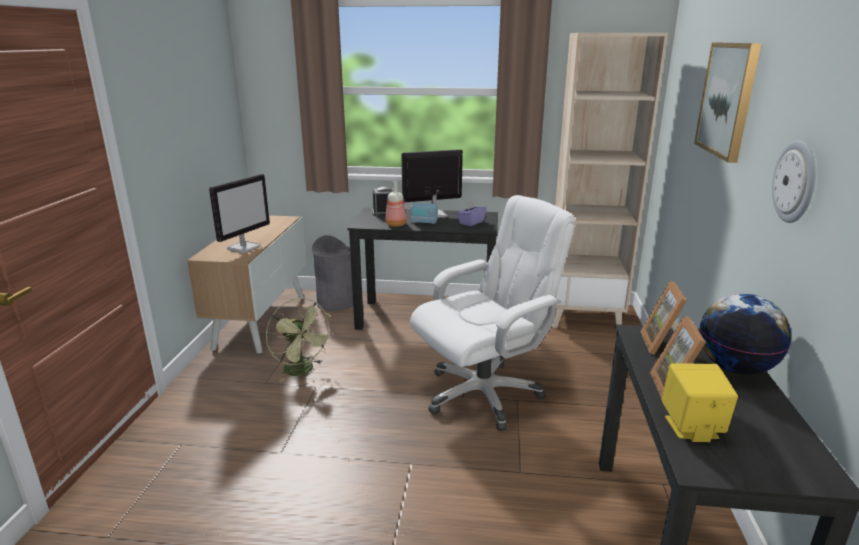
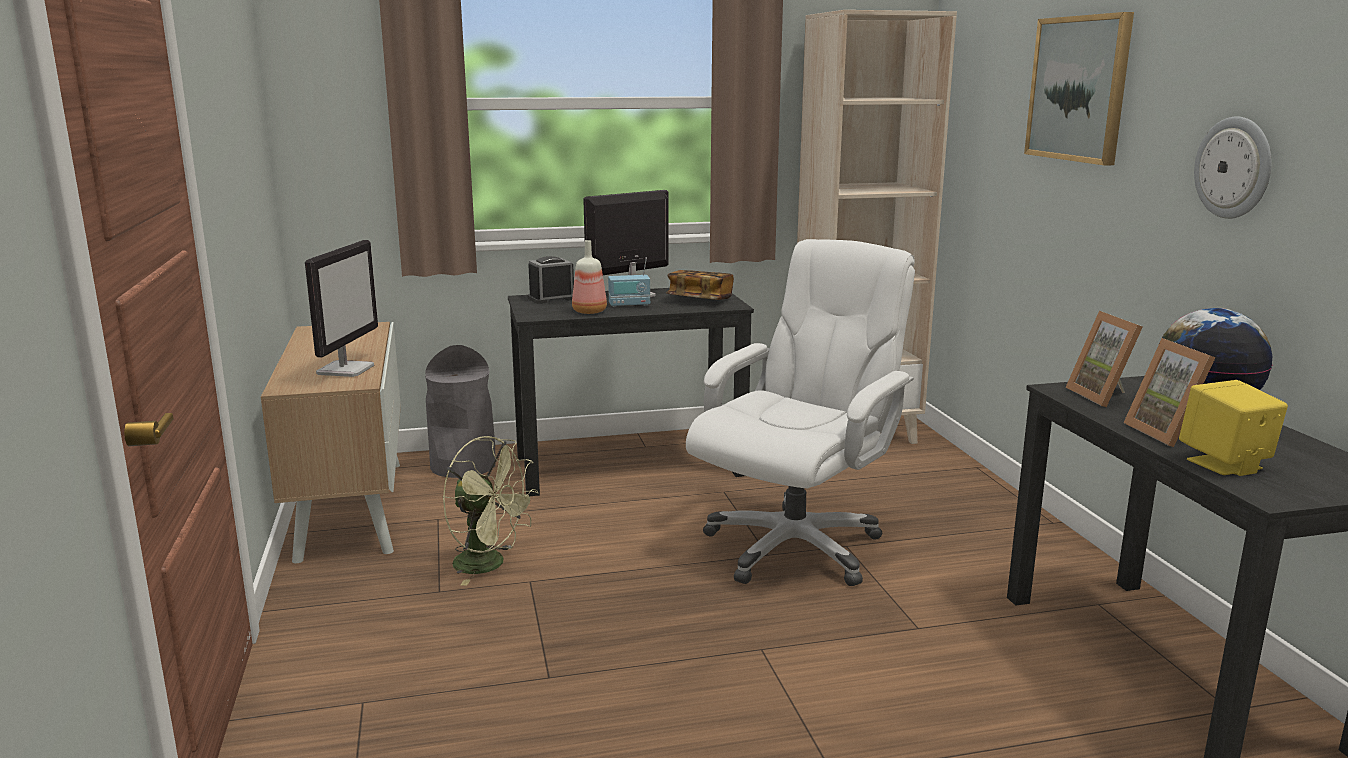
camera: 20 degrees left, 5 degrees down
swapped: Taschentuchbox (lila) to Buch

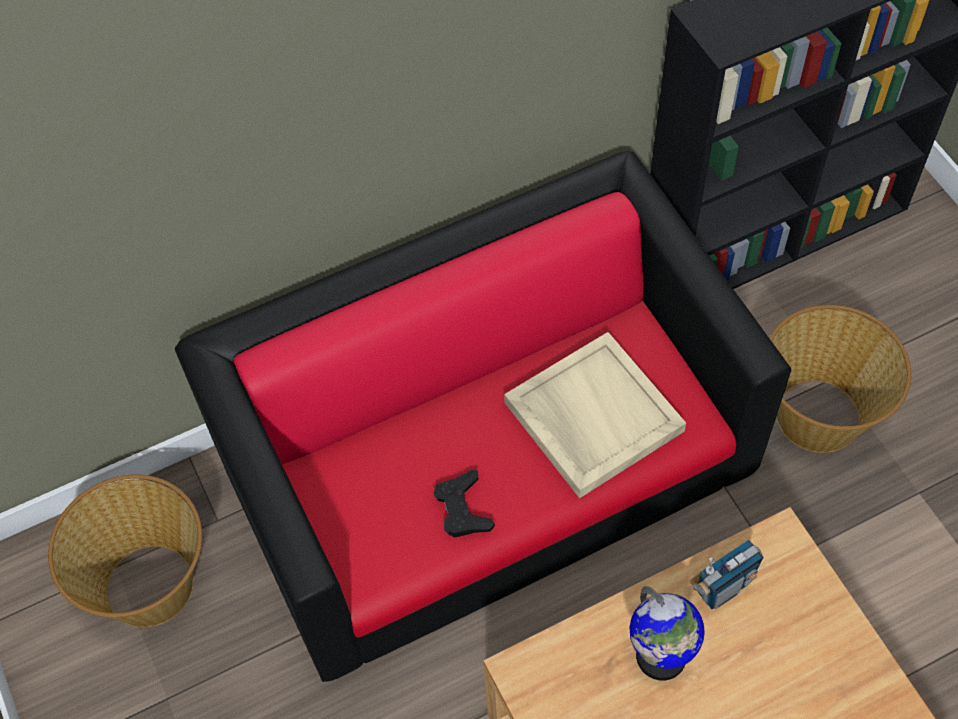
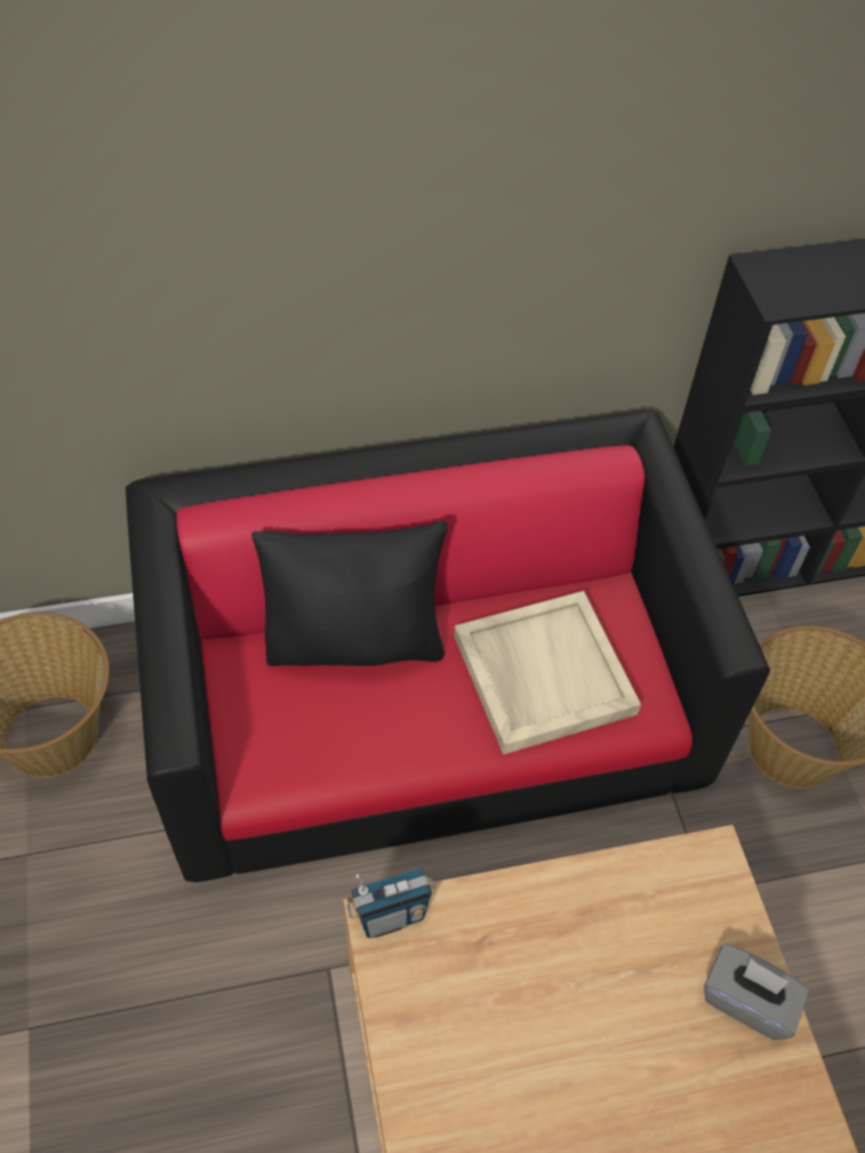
camera: 10 degrees right, 5 degrees down
gone: Gamepad (schwarz); Globus
new: Kissen (schwarz); Taschentuchbox (grau)
shifted: Radio

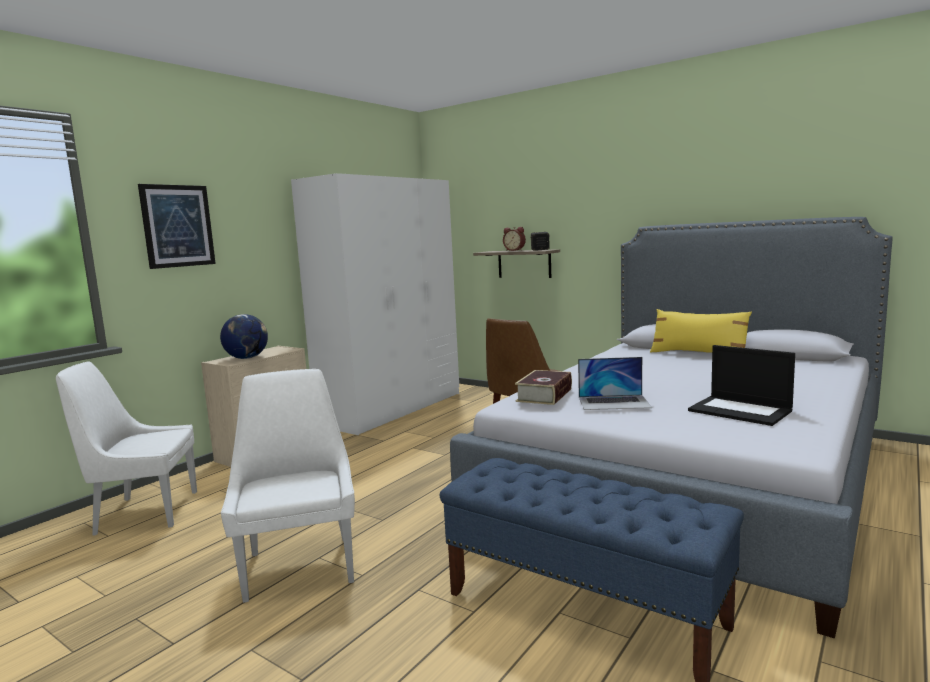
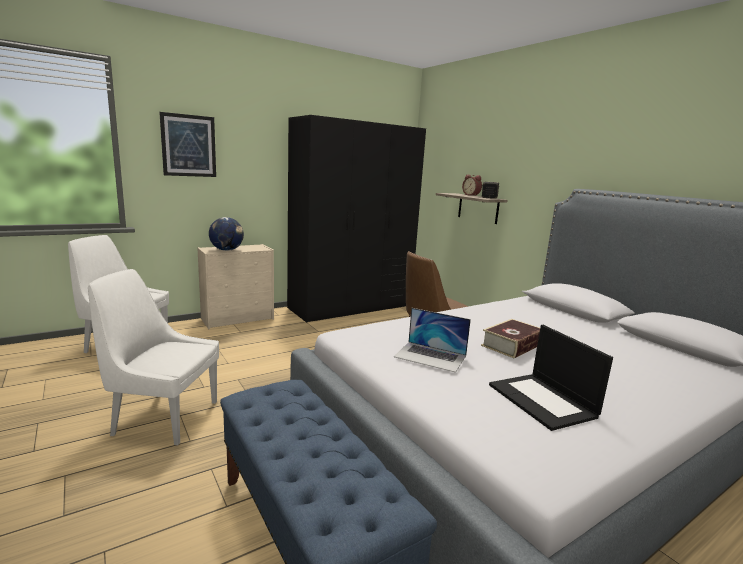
camera: 20 degrees right, 5 degrees up
gone: Kissen (gelb)
shifted: Buch
repainted: Kleiderschrank (weiß) to Kleiderschrank (schwarz)
rotated: Stuhl (weiß) (no. 2 from left) 90 degrees counterclockwise

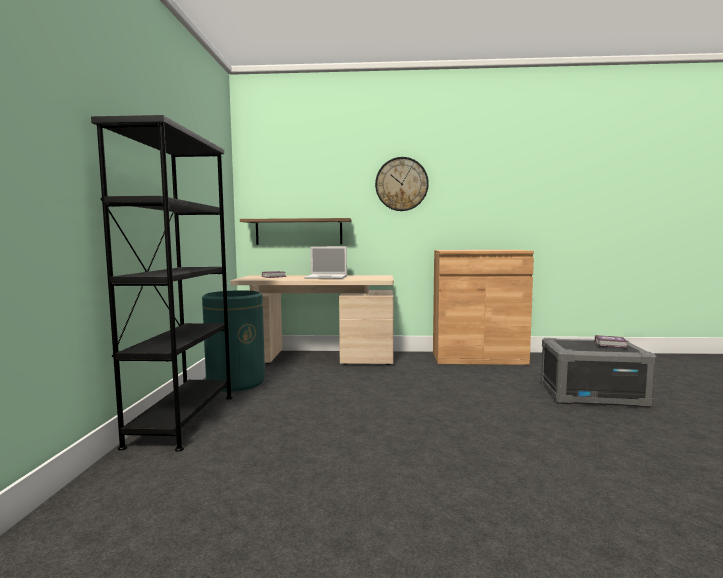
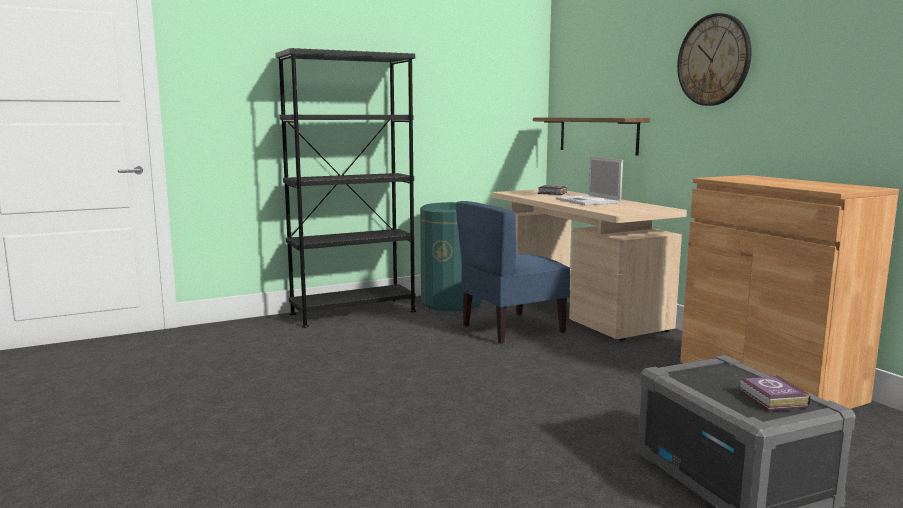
camera: 60 degrees right, 5 degrees up
new: Stuhl (blau)

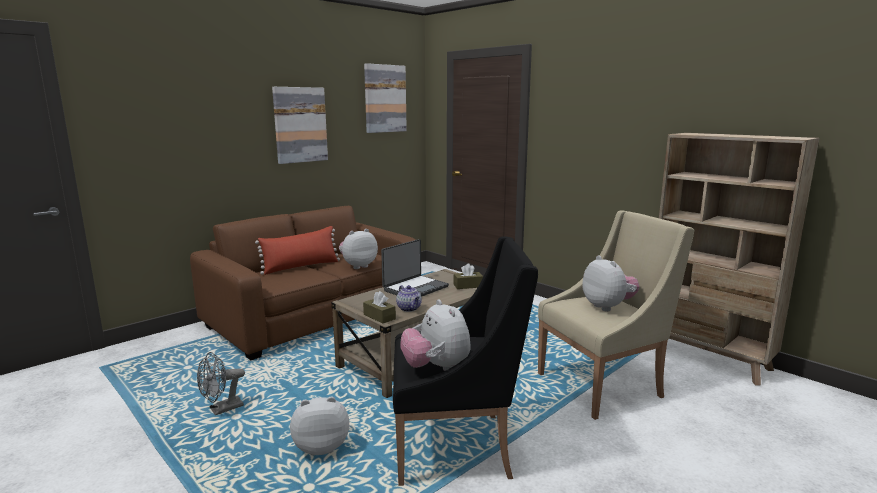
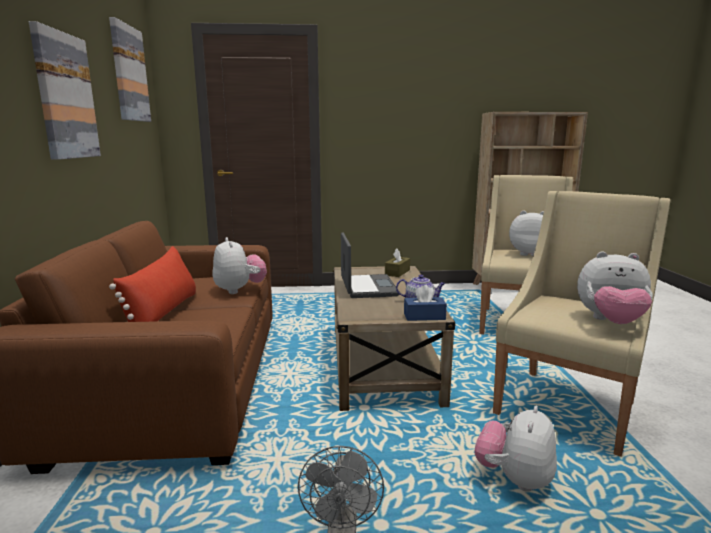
camera: 50 degrees left, 0 degrees up
repainted: Sessel (schwarz) to Sessel (beige) (no. 2 from left); Taschentuchbox (braun) (no. 1 from left) to Taschentuchbox (blau)
rotated: Plüschtier (no. 2 from left in the first image) 150 degrees clockwise

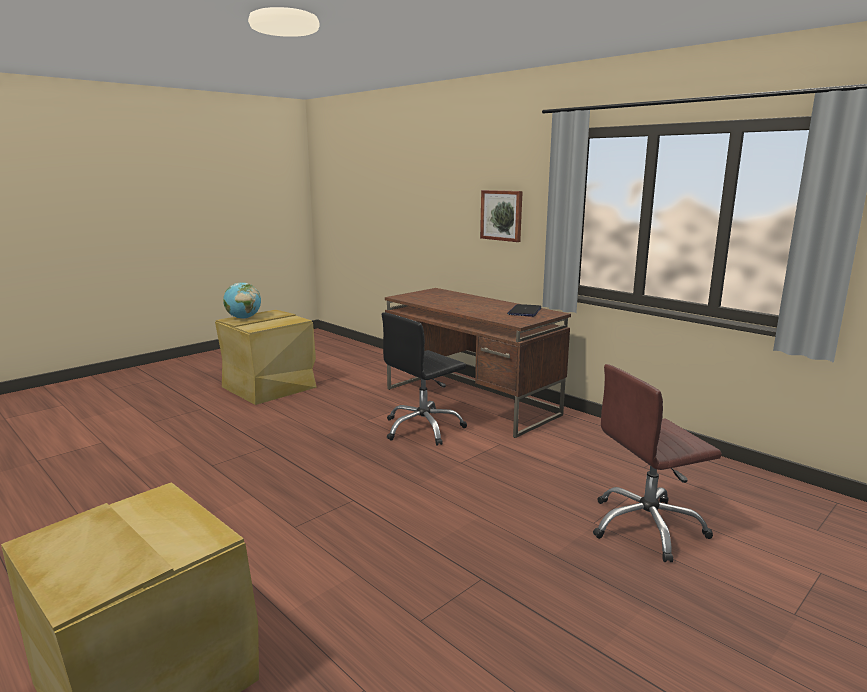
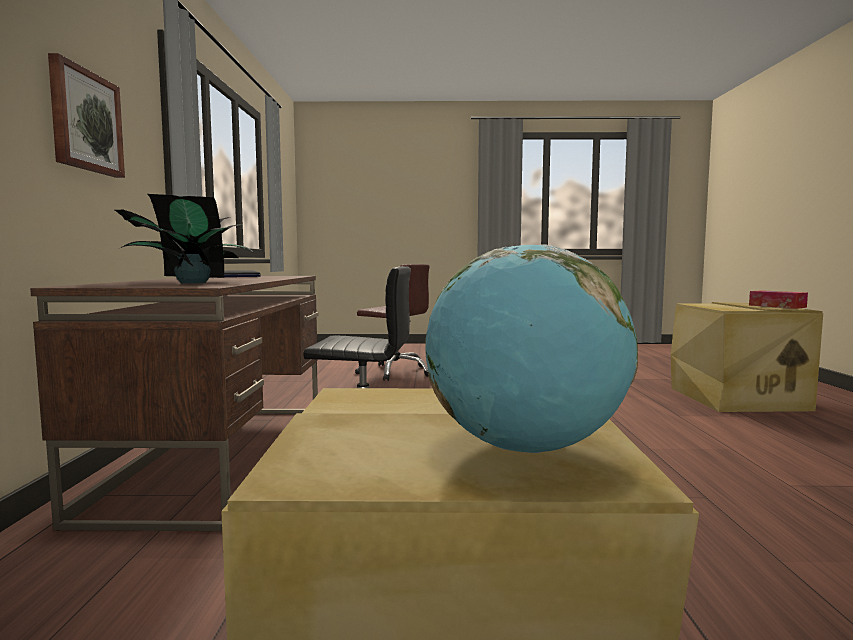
camera: 135 degrees left, 10 degrees down
new: Topfpflanze; Taschentuchbox

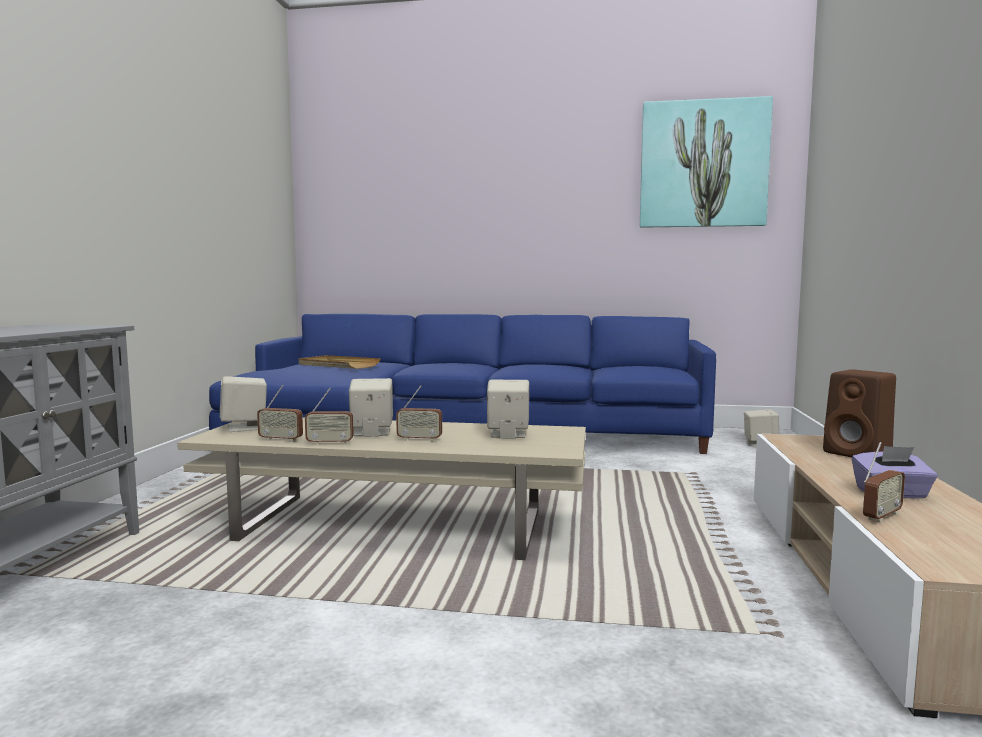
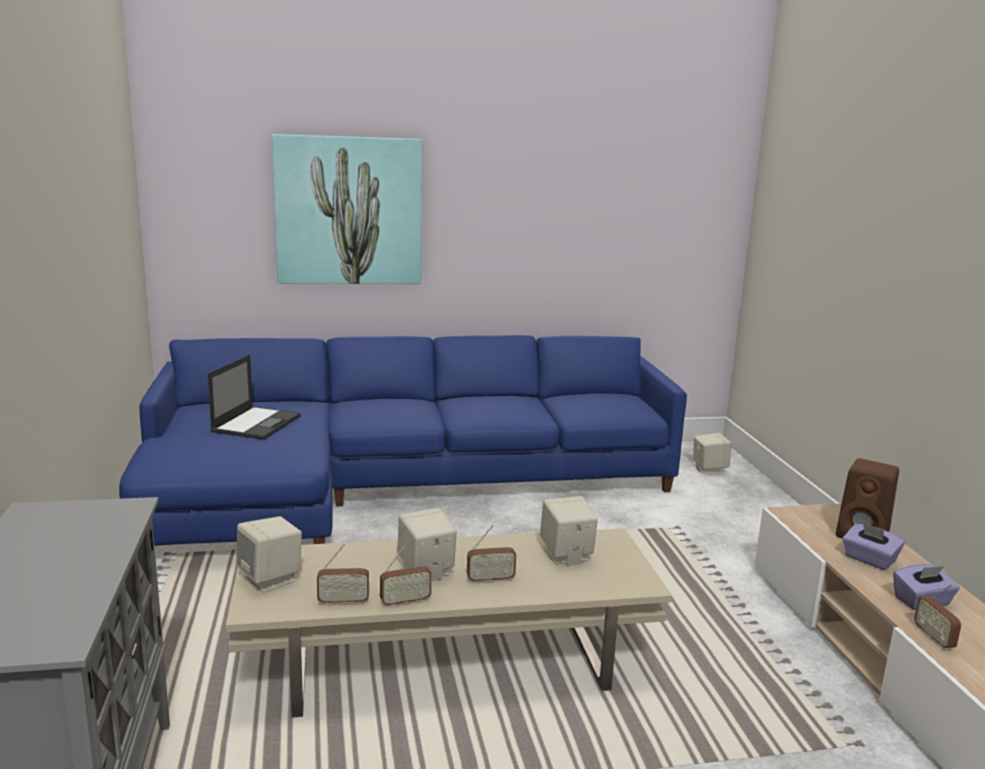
camera: 20 degrees left, 10 degrees up
new: Taschentuchbox (lila) (no. 1 from left)
shifted: Bild
swapped: Tablett (beige) to Laptop
rotated: Radio (no. 4 from left) 135 degrees clockwise

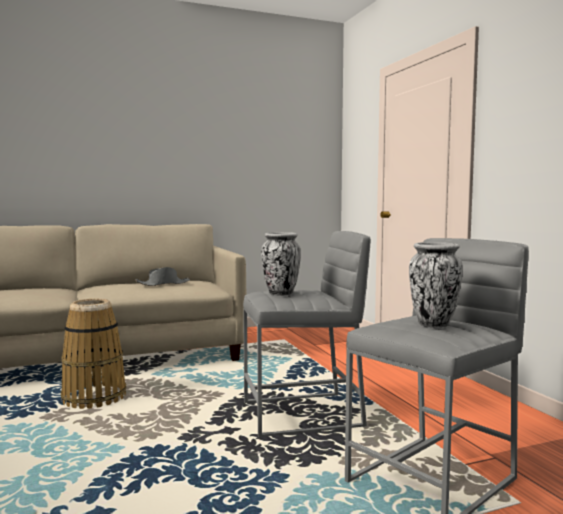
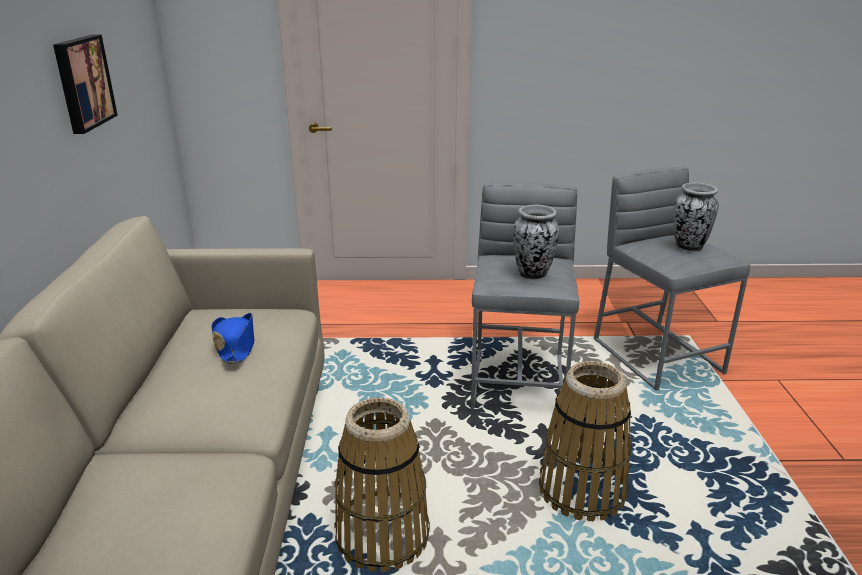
camera: 70 degrees left, 20 degrees up
new: Bild; Korb (no. 2 from left)
repainted: Hut (grau) to Hut (blau)

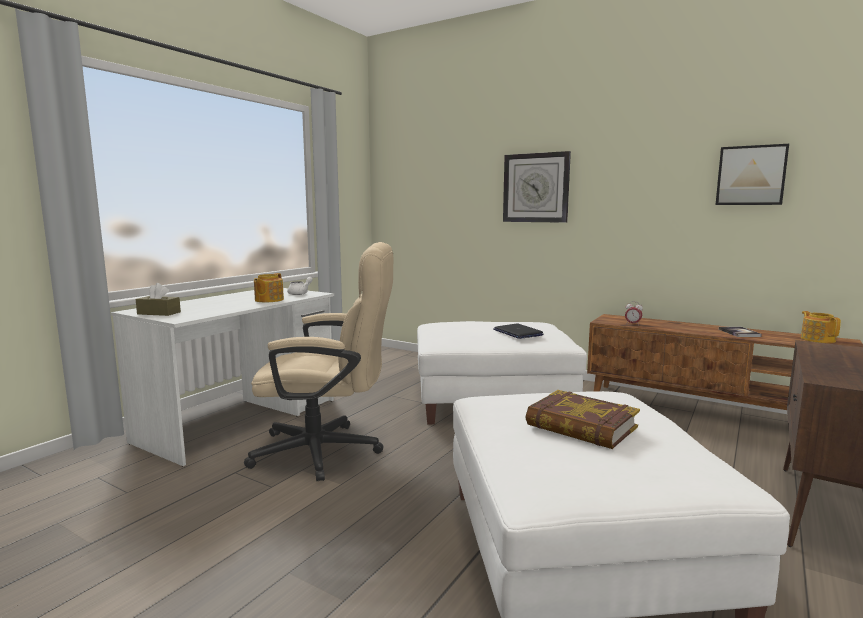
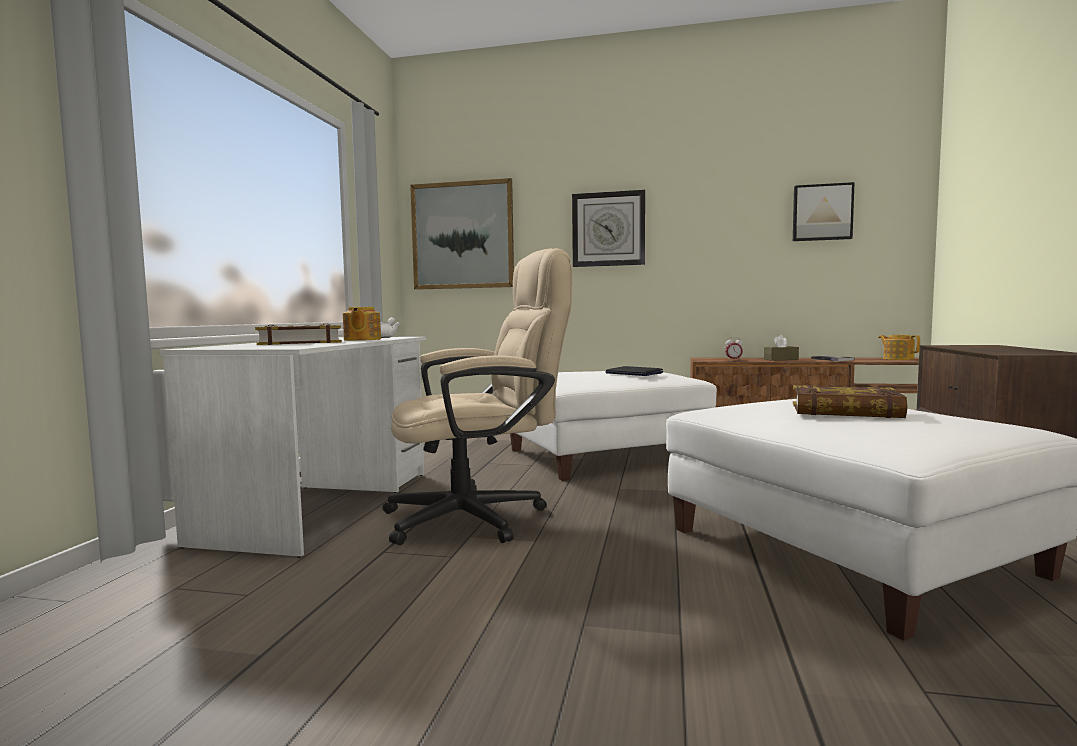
camera: 20 degrees left, 5 degrees down
new: Bild (no. 1 from left); Buch (no. 1 from left)
shifted: Taschentuchbox (braun)

